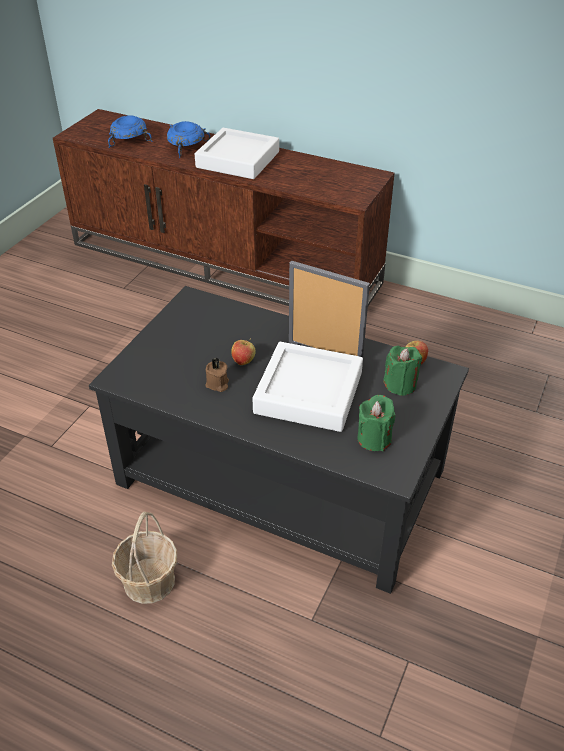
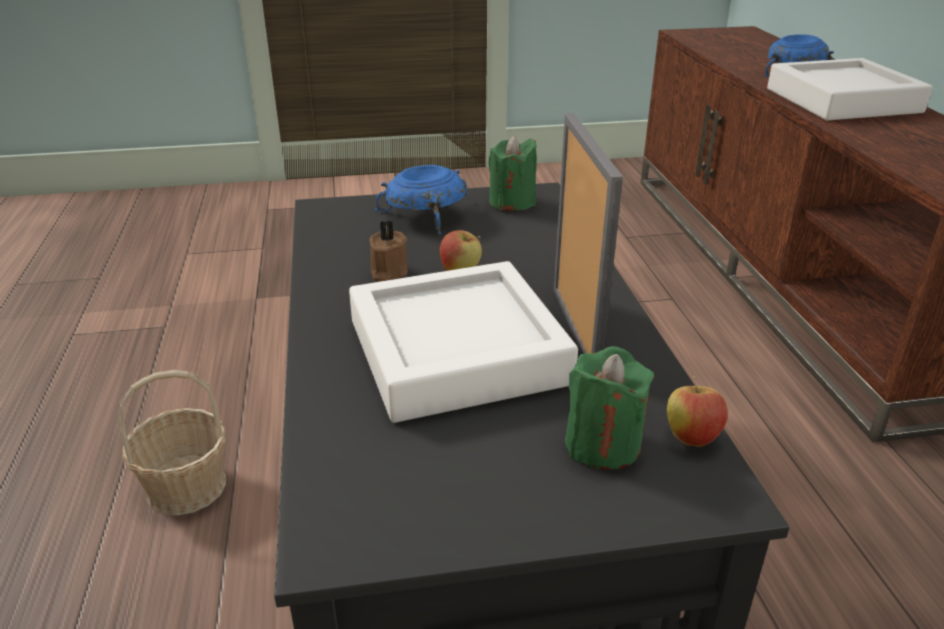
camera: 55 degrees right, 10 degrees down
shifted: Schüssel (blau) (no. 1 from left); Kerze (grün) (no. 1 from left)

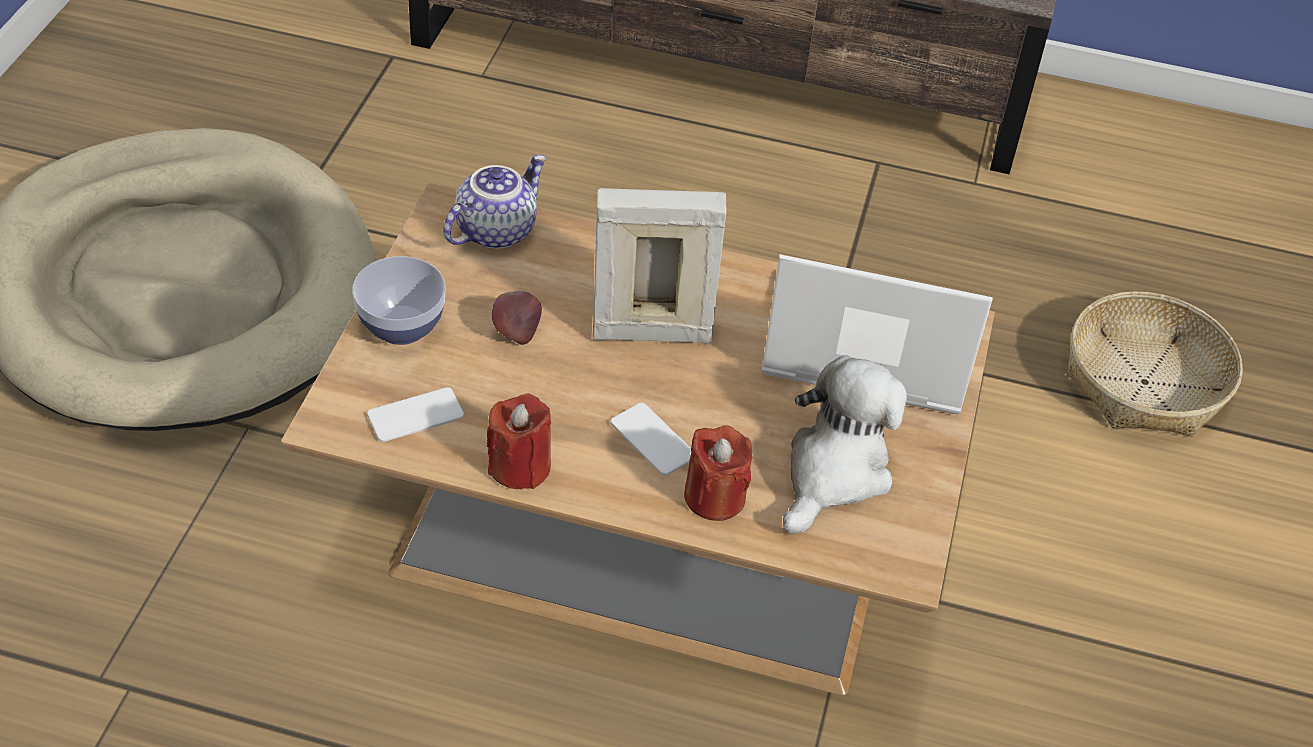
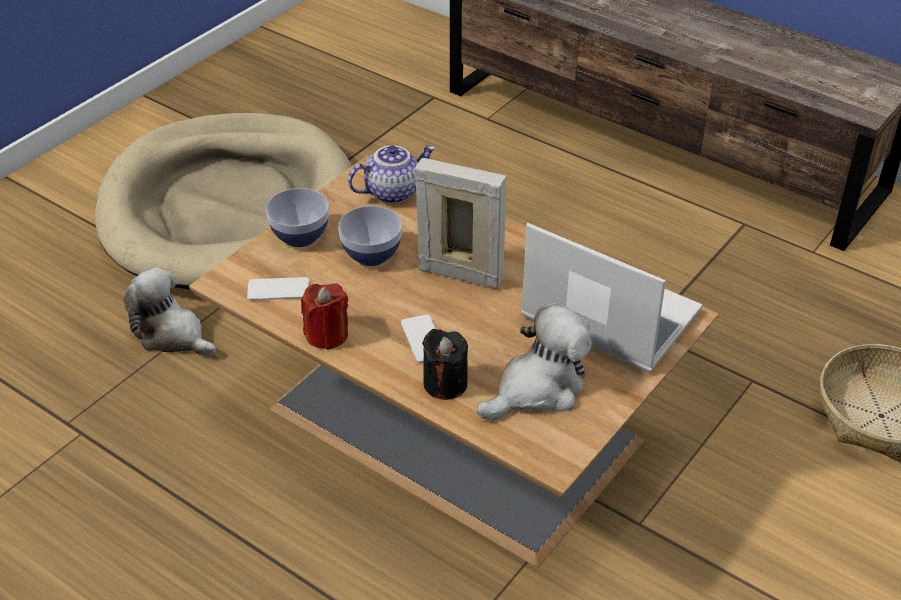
camera: 25 degrees right, 5 degrees down
new: Plüschtier (no. 1 from left)
swapped: Apfel to Schüssel (no. 2 from left)
repainted: Kerze (rot) (no. 2 from left) to Kerze (schwarz)

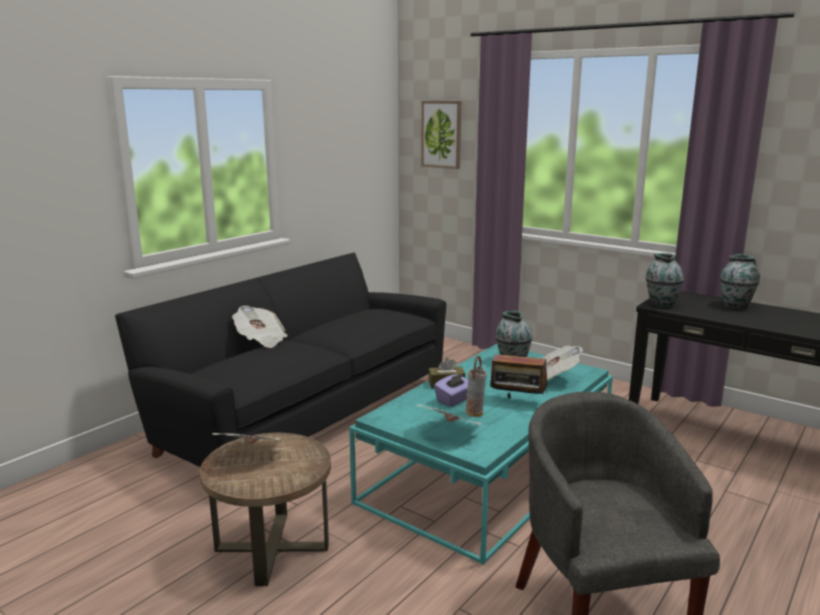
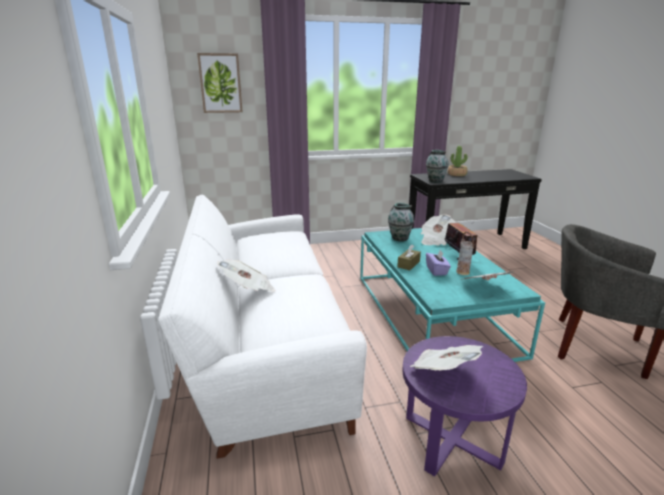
camera: 50 degrees left, 5 degrees up
swapped: Vase (no. 4 from left) to Topfpflanze
repainted: Sofa (schwarz) to Sofa (weiß); Beistelltisch (braun) to Beistelltisch (lila)
rotated: Radio 75 degrees counterclockwise

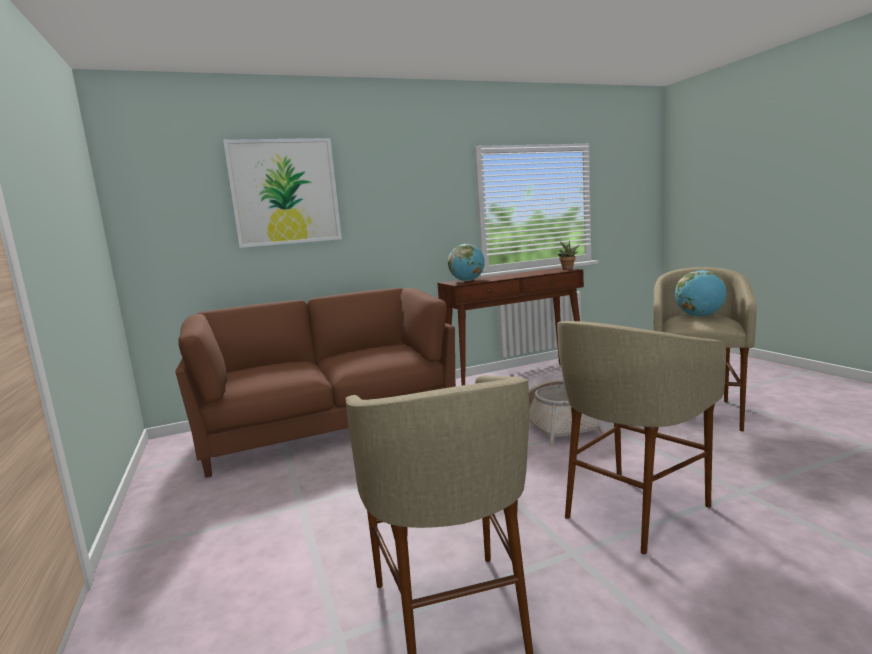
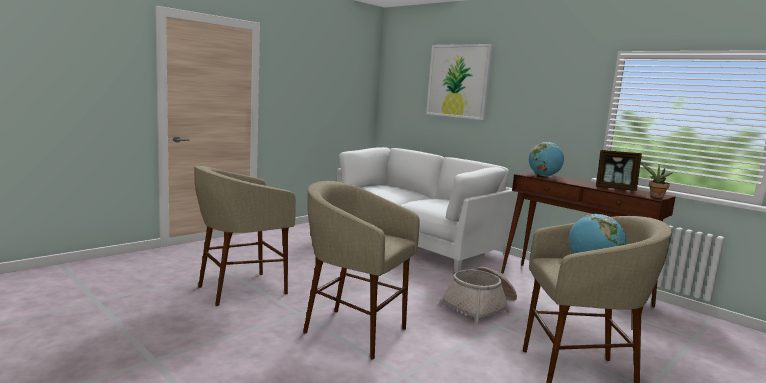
camera: 65 degrees right, 0 degrees up
new: Bilderrahmen
repainted: Sofa (braun) to Sofa (weiß)

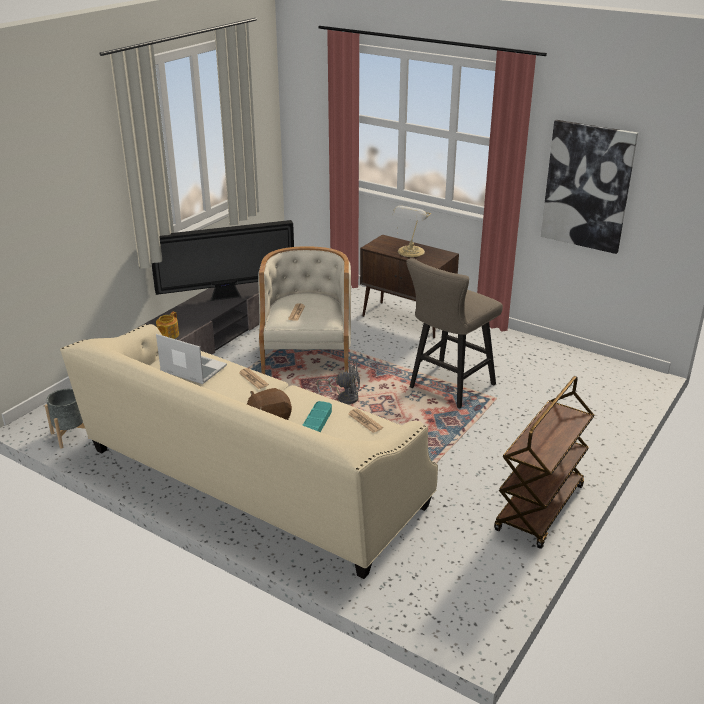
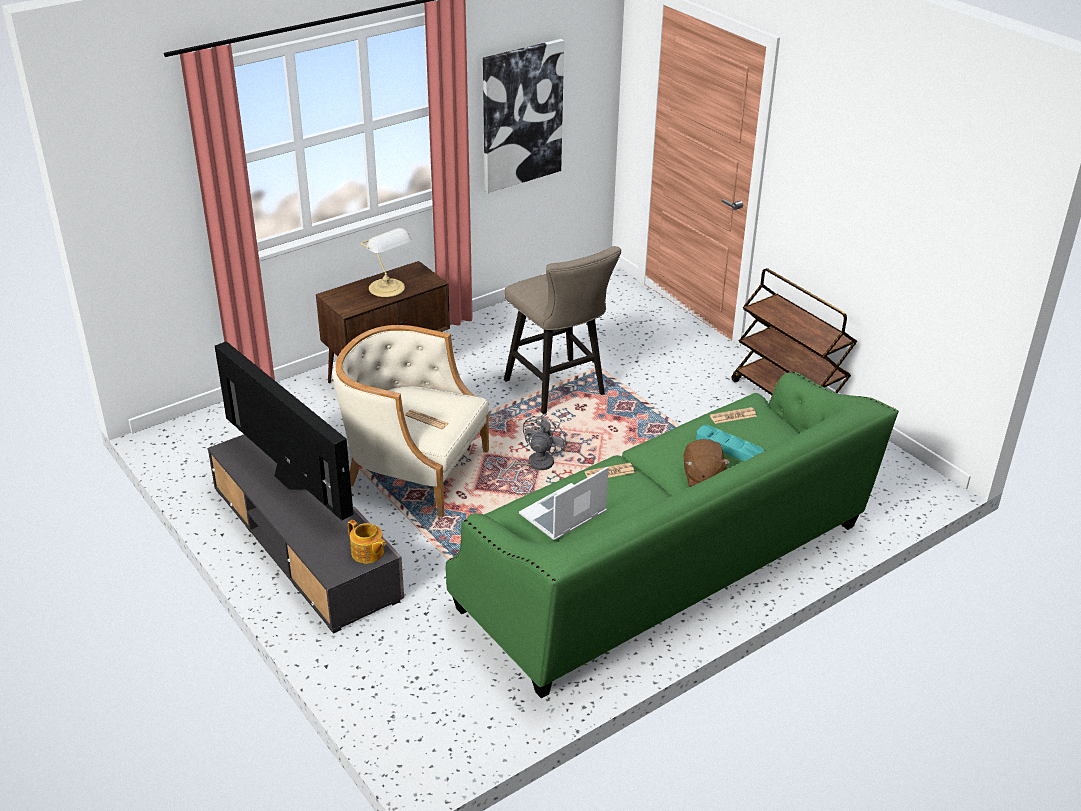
camera: 70 degrees left, 5 degrees up
gone: Pflanzkübel (grau)
repainted: Sofa (beige) to Sofa (grün)
rotated: Fernseher 45 degrees counterclockwise

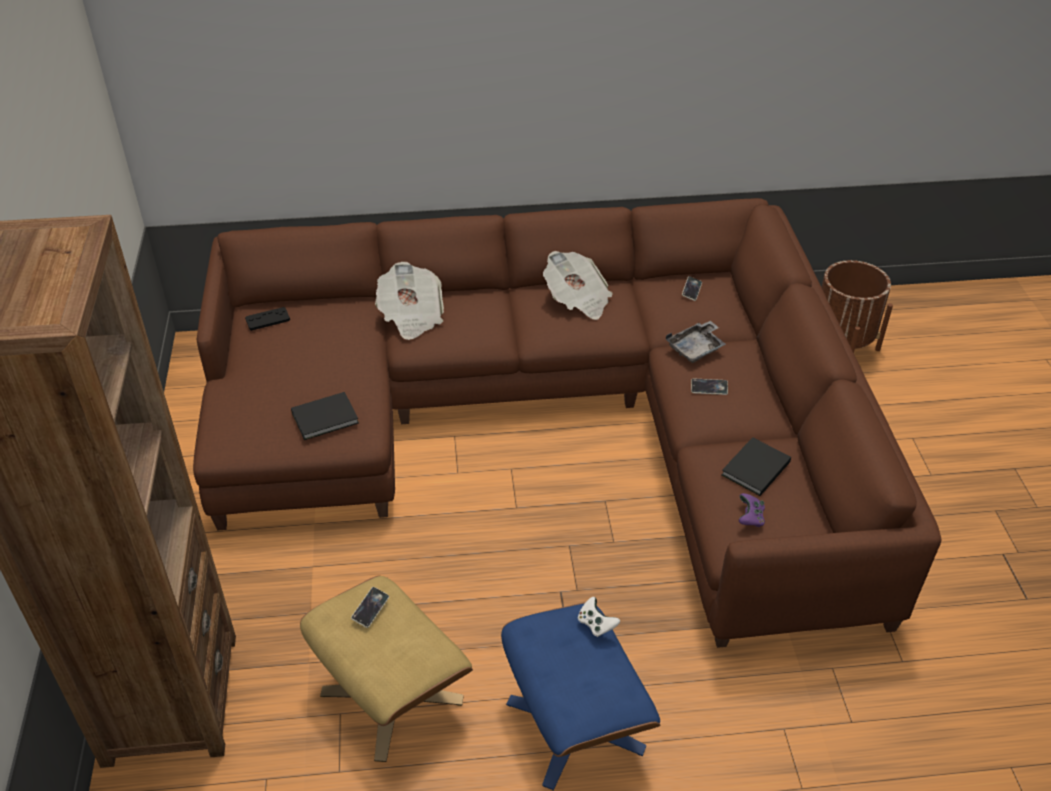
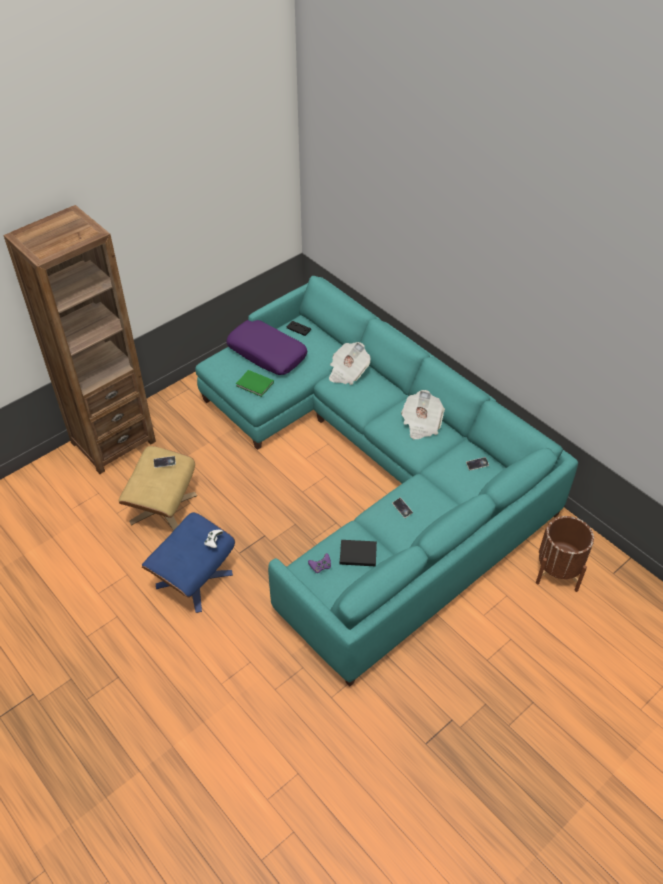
camera: 55 degrees right, 5 degrees up
gone: Tablett (grau)
new: Kissen (lila)
repainted: Sofa (braun) to Sofa (türkis); Buch (schwarz) (no. 1 from left) to Buch (grün)

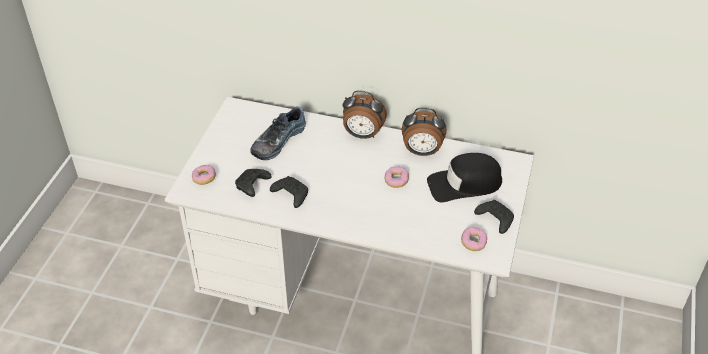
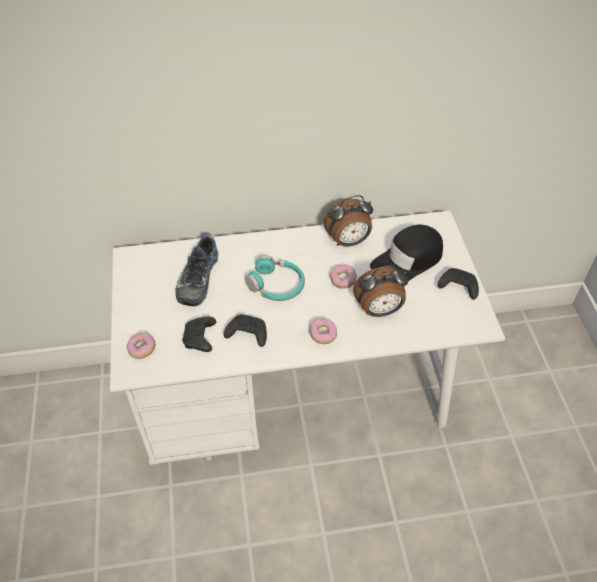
camera: 25 degrees left, 5 degrees up
new: Kopfhörer (türkis)
shifted: Wecker (no. 1 from left in the first image) to Wecker (no. 2 from left); Donut (no. 3 from left in the first image) to Donut (no. 2 from left)

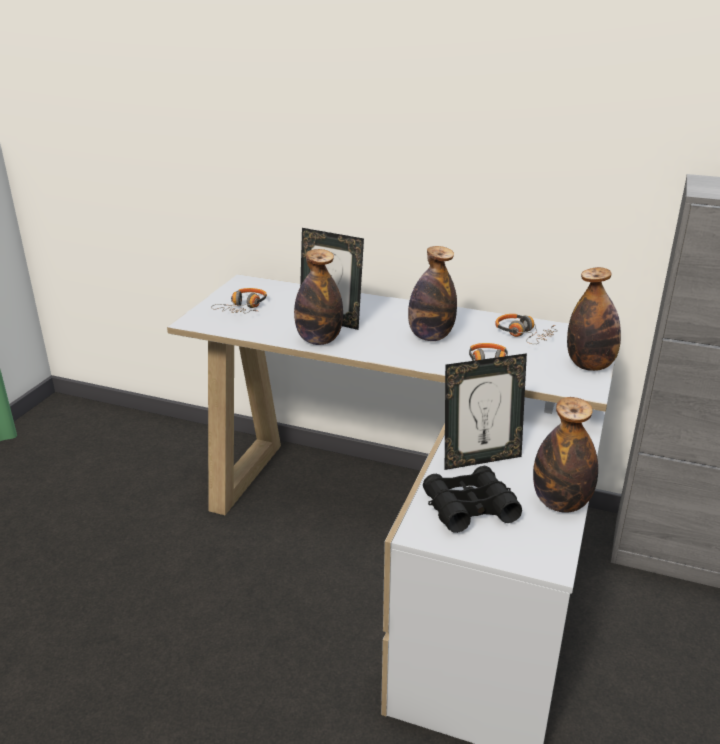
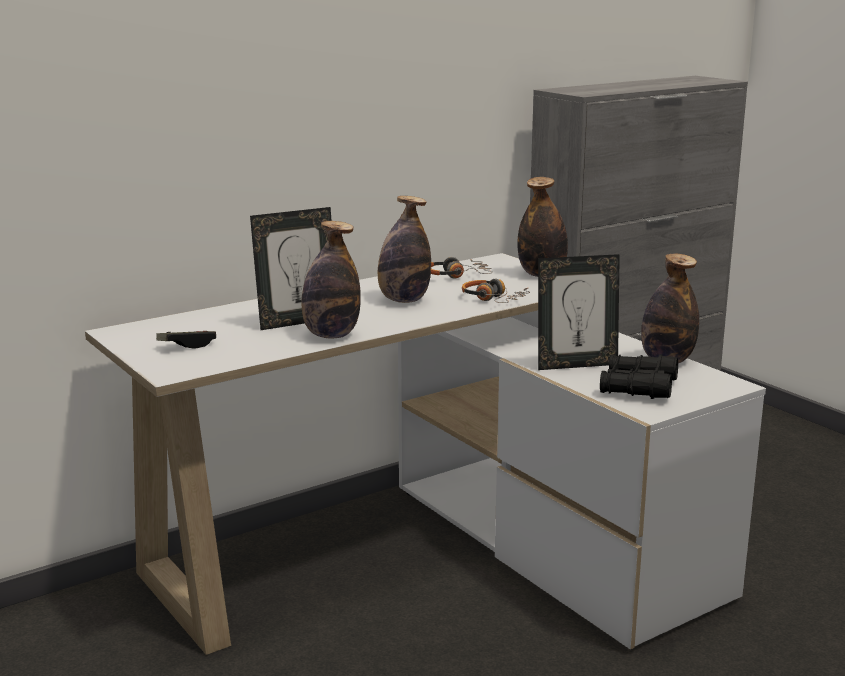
camera: 55 degrees left, 10 degrees down
swapped: Kopfhörer (no. 1 from left) to Gamepad
rotated: Bilderrahmen (no. 2 from left) 60 degrees clockwise

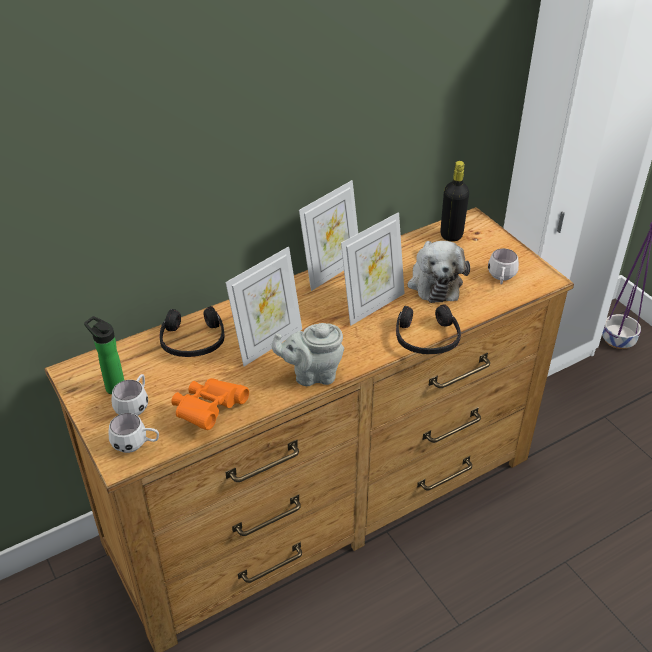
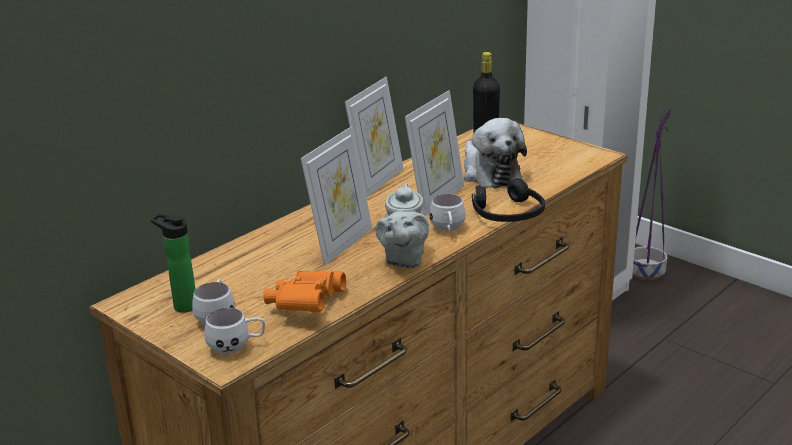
camera: 15 degrees left, 15 degrees down
gone: Kopfhörer (schwarz) (no. 1 from left)
shifted: Henkelbecher (weiß) (no. 3 from left)
rotated: Teekanne (grau) 60 degrees counterclockwise

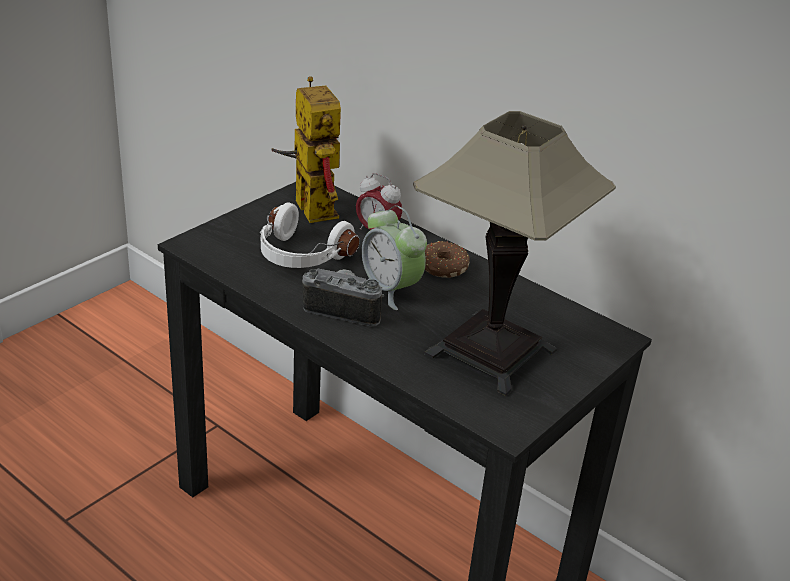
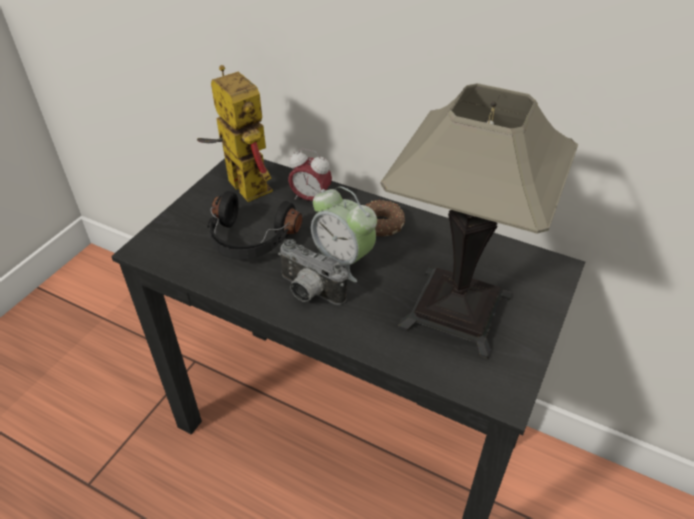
camera: 10 degrees left, 10 degrees up
repainted: Kopfhörer (weiß) to Kopfhörer (schwarz)
rotated: Kamera 150 degrees counterclockwise

